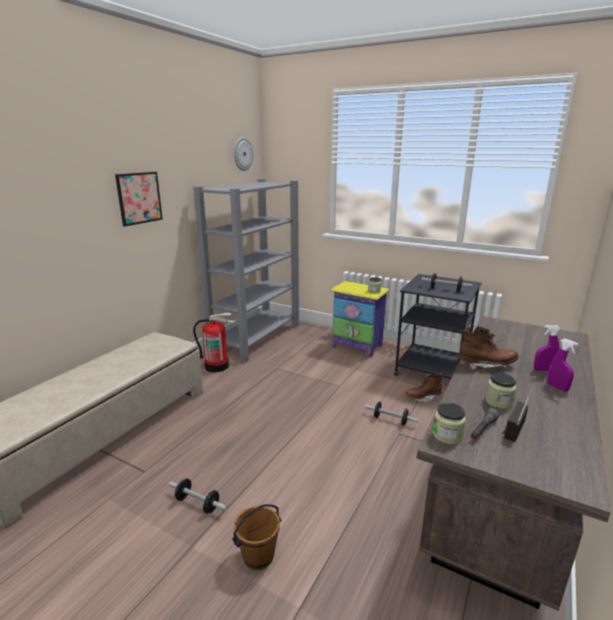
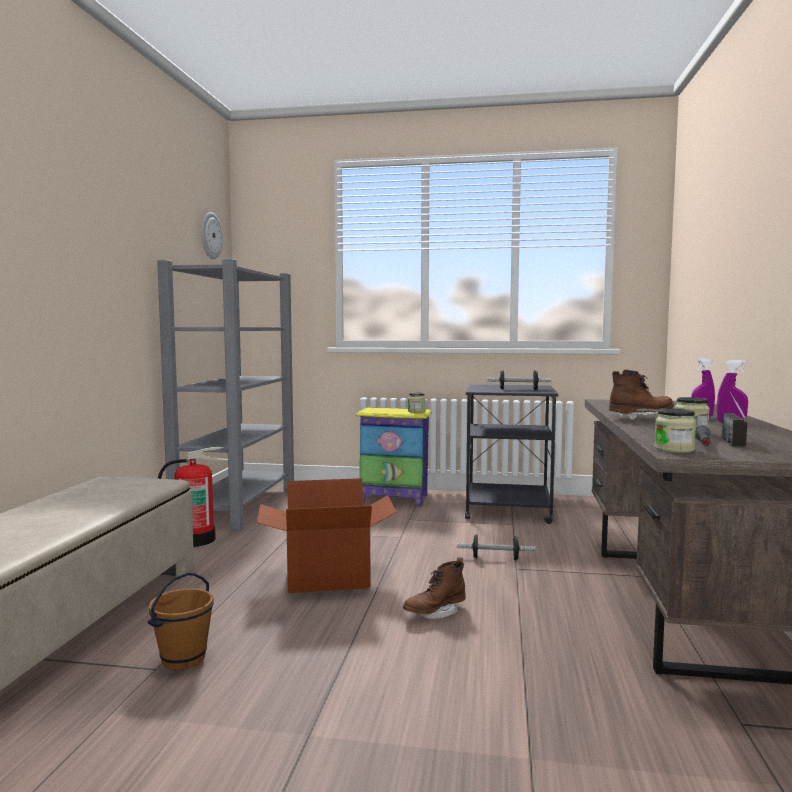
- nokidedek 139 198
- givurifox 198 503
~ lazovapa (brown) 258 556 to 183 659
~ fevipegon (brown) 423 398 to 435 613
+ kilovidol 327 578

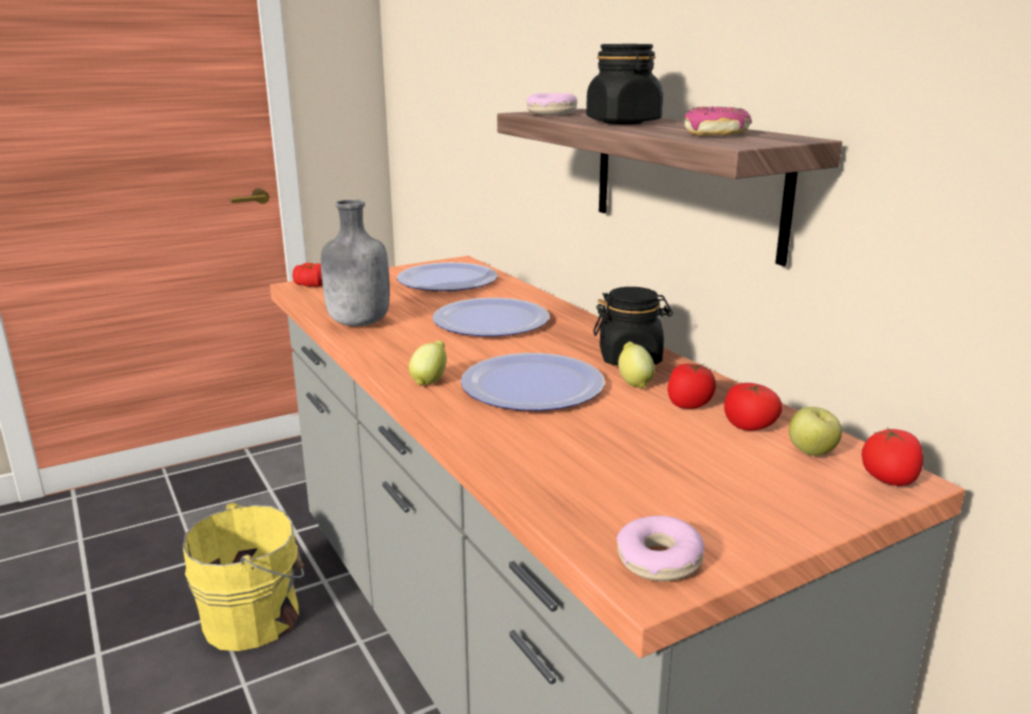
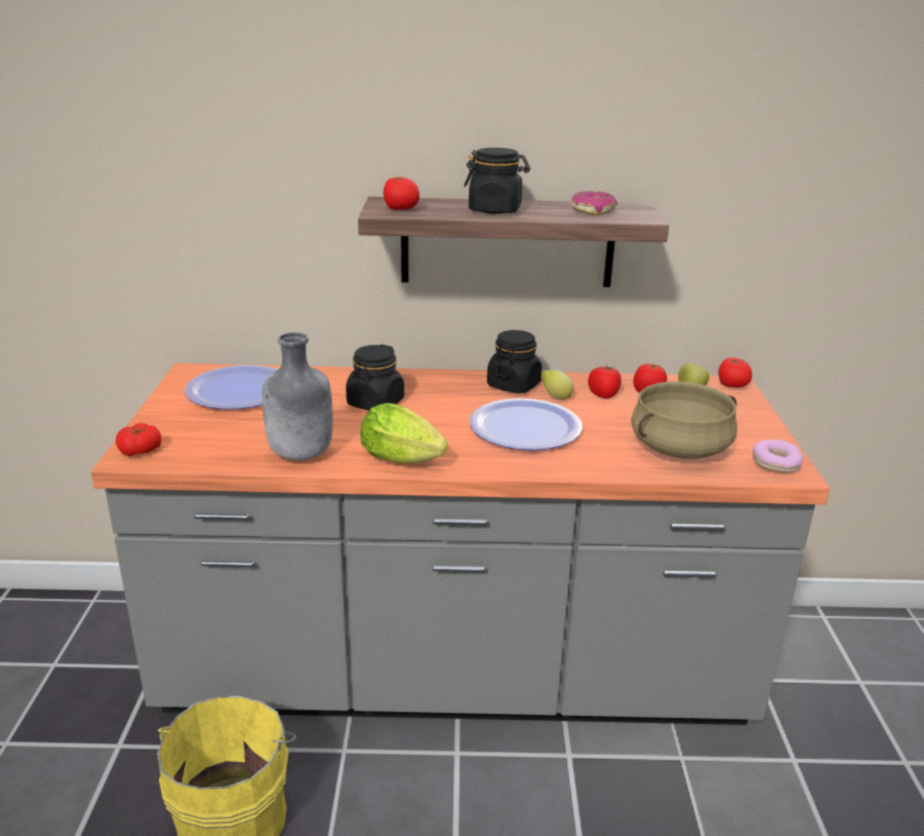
- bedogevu 430 381
~ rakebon 491 320 to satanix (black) 375 403
~ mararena 551 113 to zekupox 400 209
+ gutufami 405 461
+ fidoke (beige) 680 448

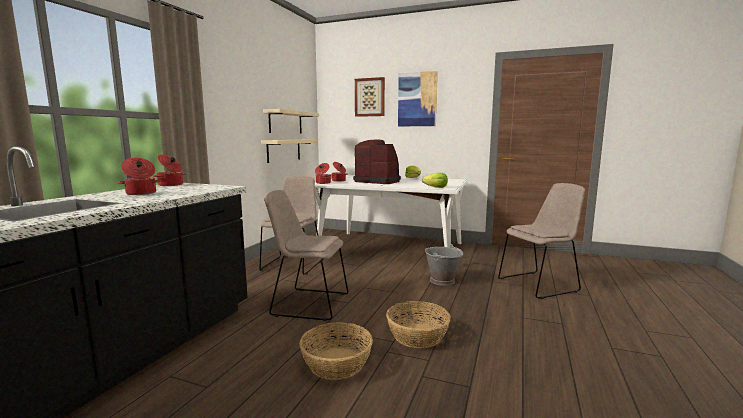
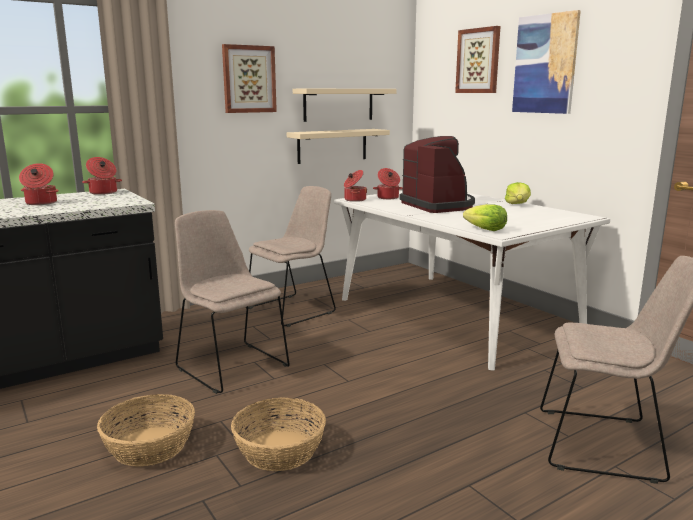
- lazovapa (grey) 442 280
+ nokidedek 249 79

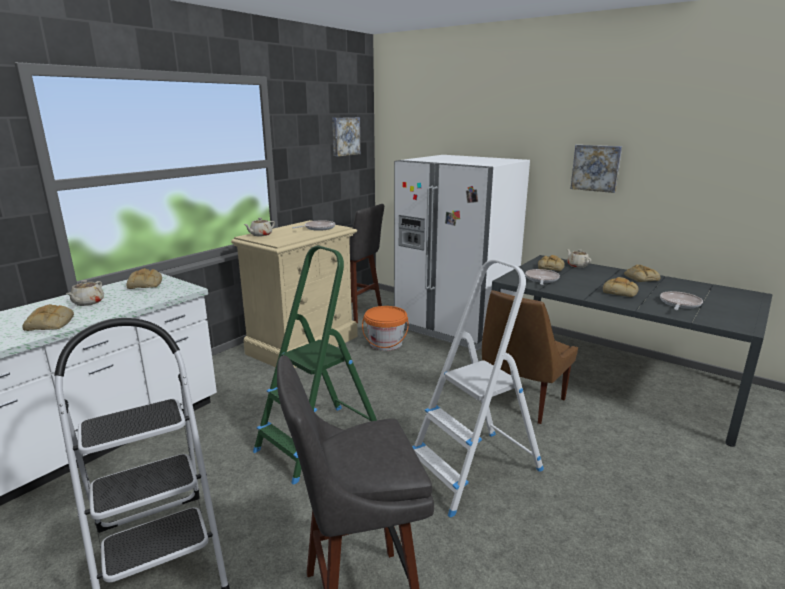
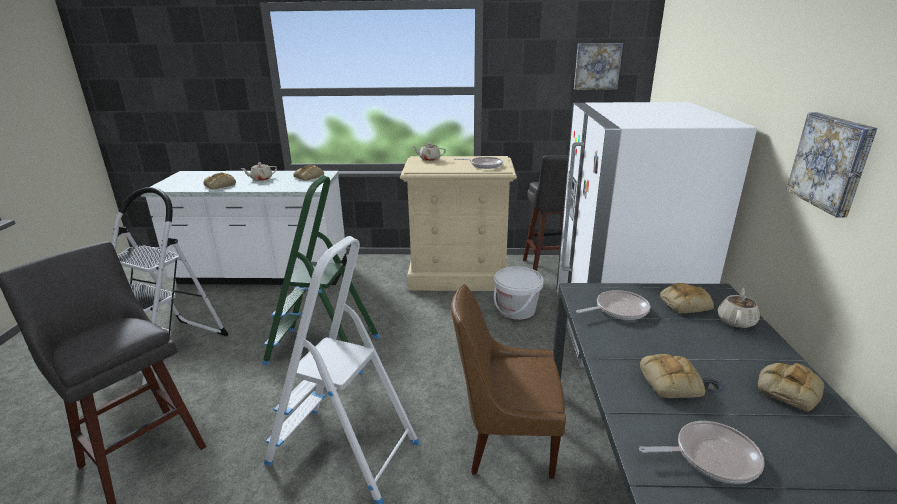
~ lazovapa (orange) 385 343 to lazovapa (white) 516 310

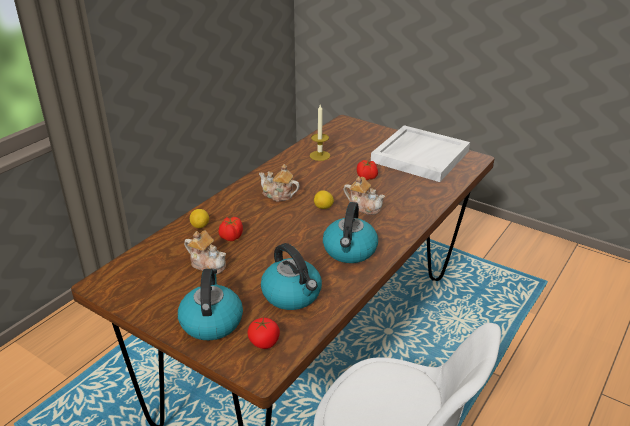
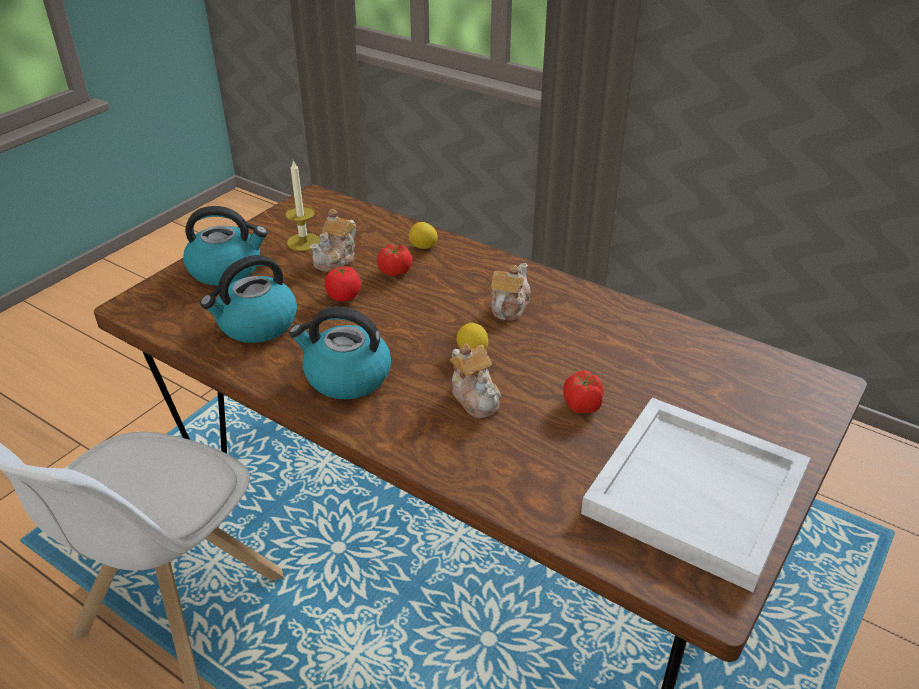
~ zekupox 264 342 to 344 296
~ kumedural 319 155 to 303 242
~ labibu 364 207 = 475 397 60 degrees counterclockwise

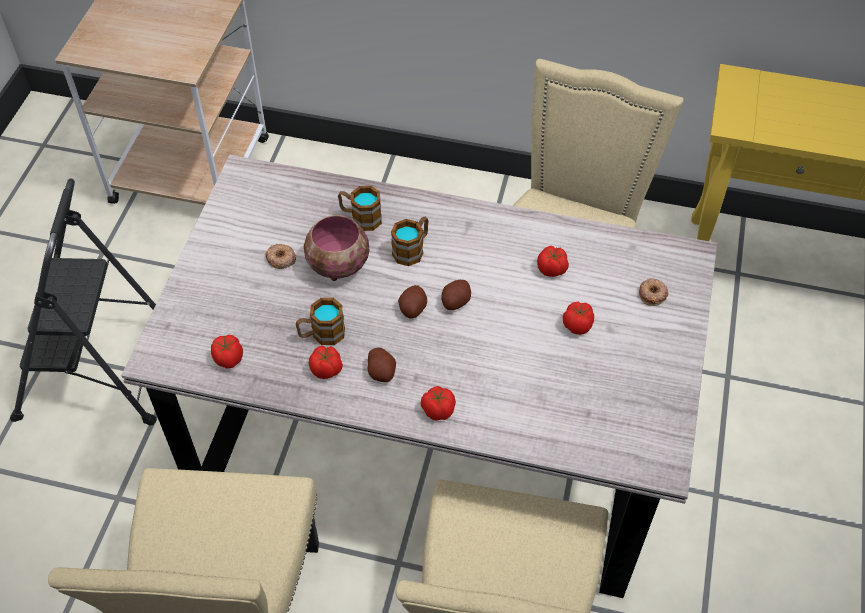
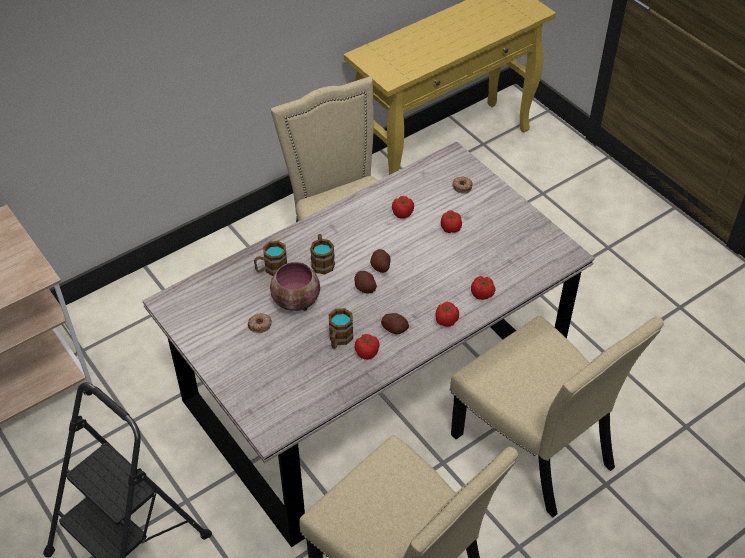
~ zekupox 229 359 to 482 294

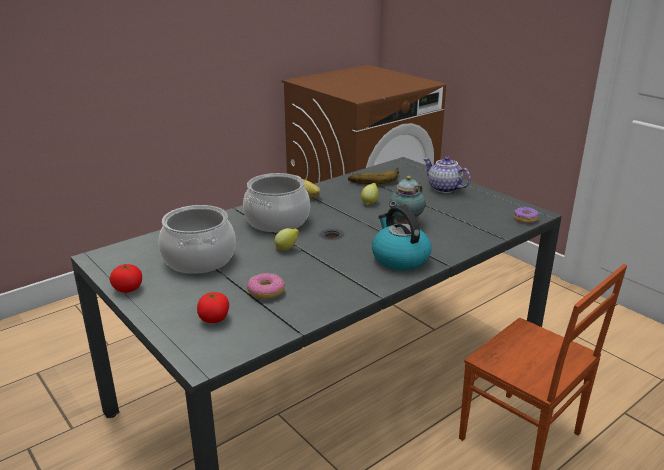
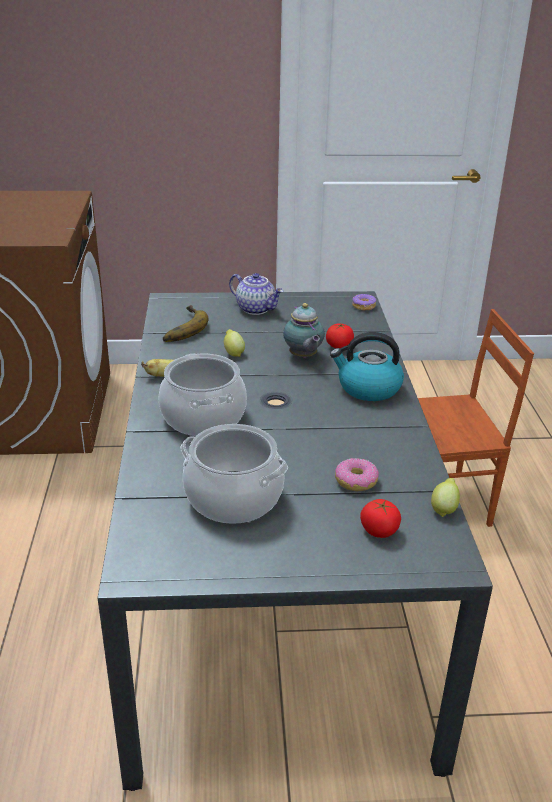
~ zekupox 128 289 to 339 346
~ bedogevu 287 248 to 444 509
~ labibu 443 189 = 256 309 135 degrees counterclockwise

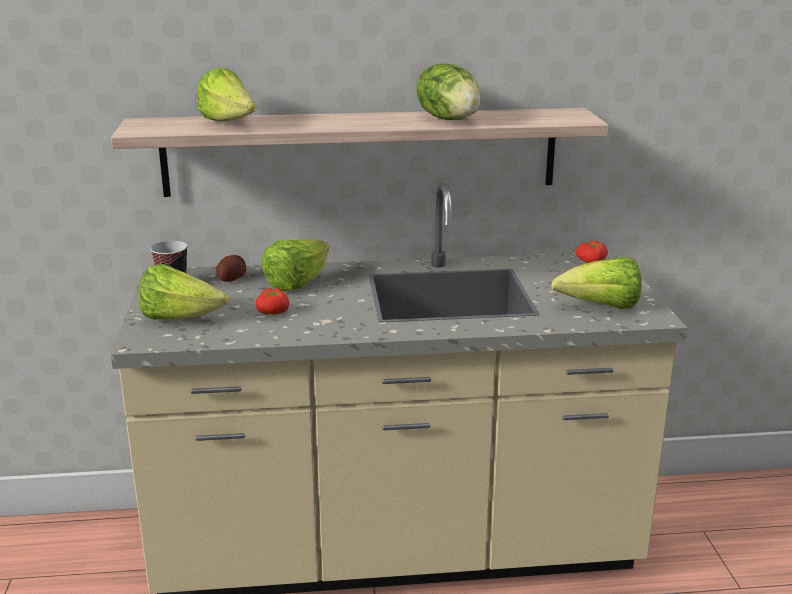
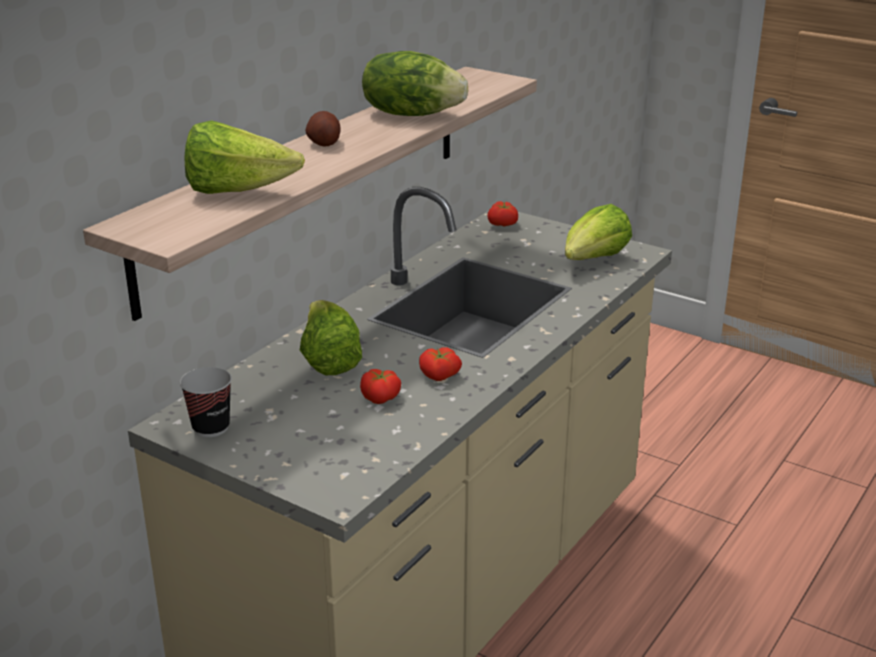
- gutufami 180 318
~ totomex 231 279 to 324 143
+ zekupox 439 376

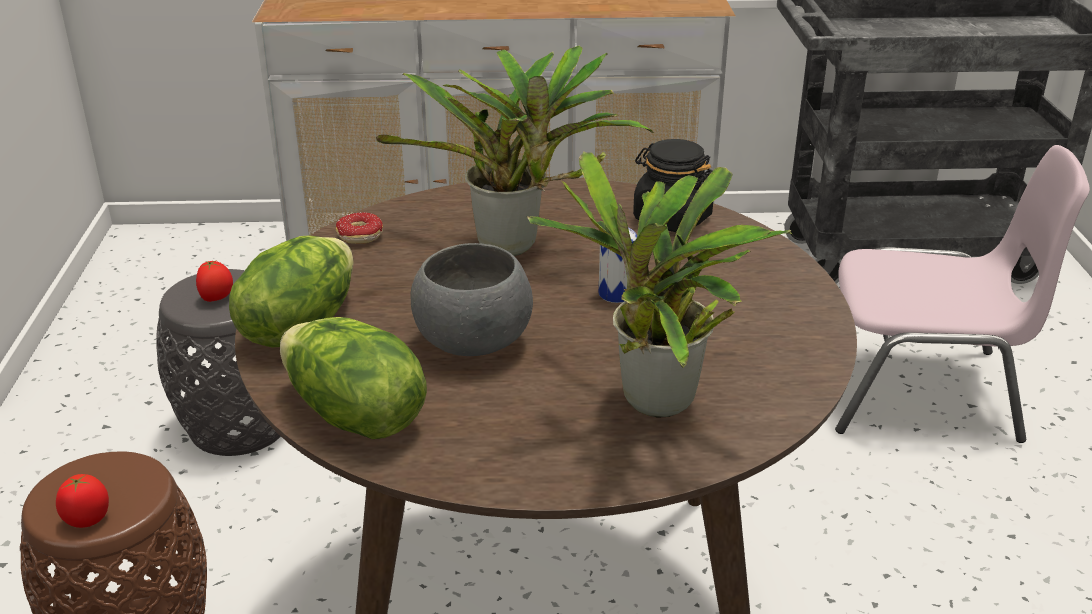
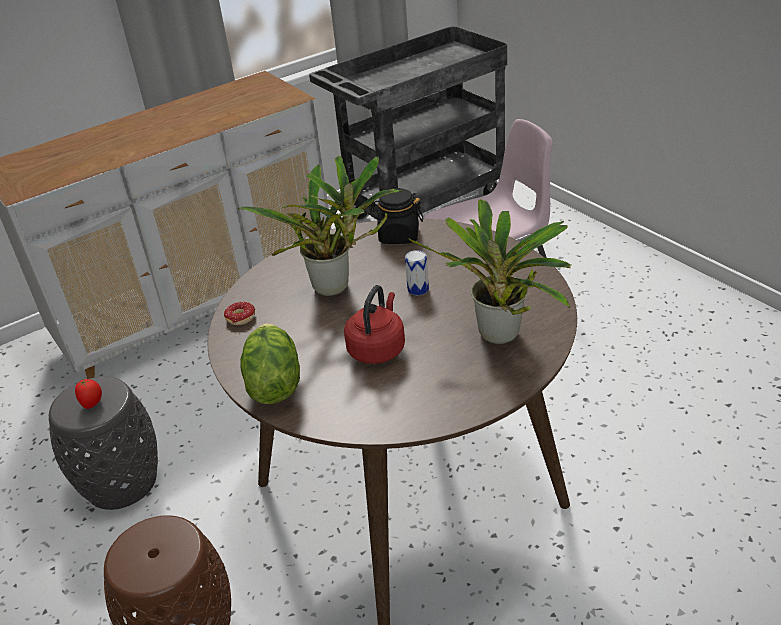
- zekupox 87 520
- gutufami 353 416
~ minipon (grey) 472 343 to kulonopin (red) 377 349

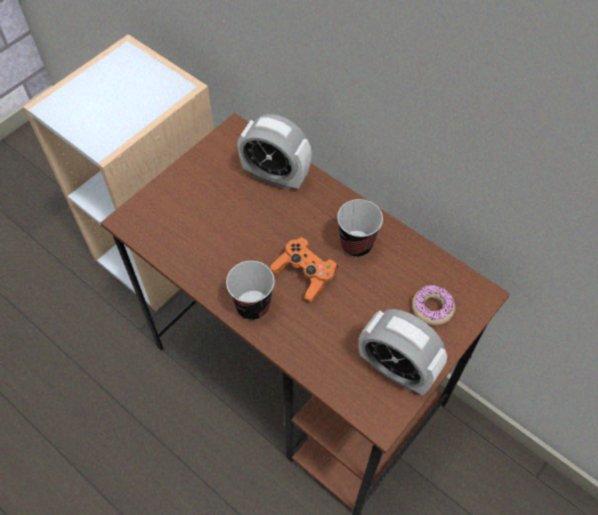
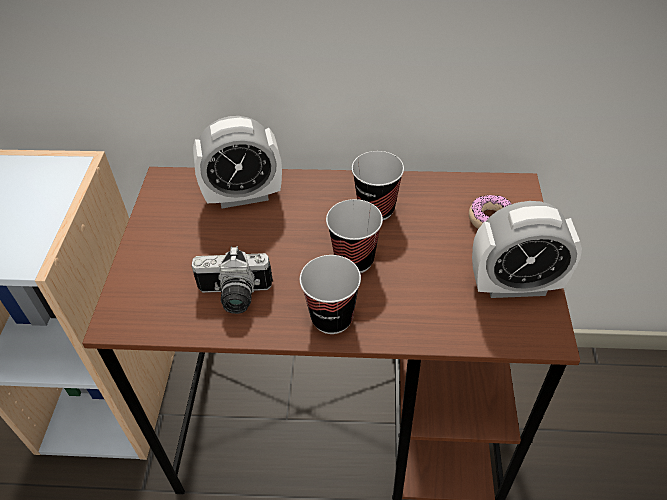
~ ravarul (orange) 304 274 to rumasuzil 354 260
+ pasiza 234 297

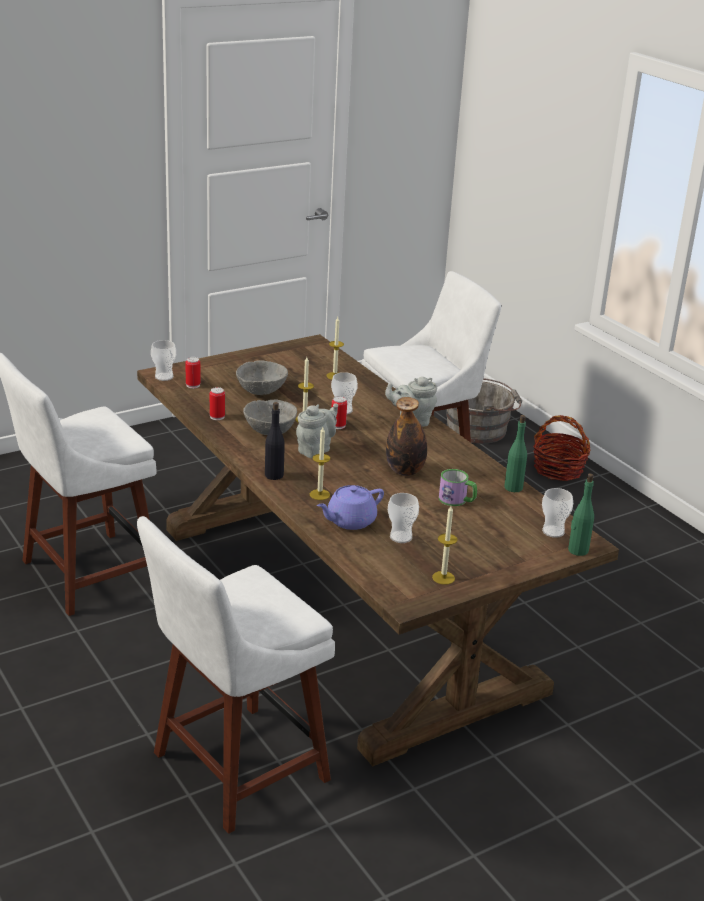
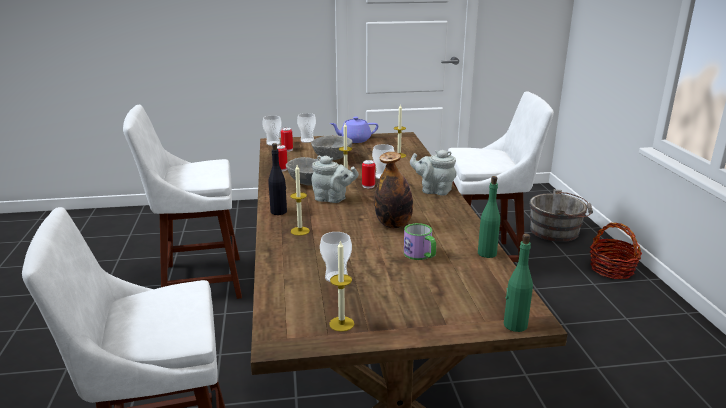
~ labibu (grey) 316 449 = 332 199 45 degrees clockwise
~ labibu (purple) 350 521 to 354 140
~ rumasuzil 553 531 to 307 140

